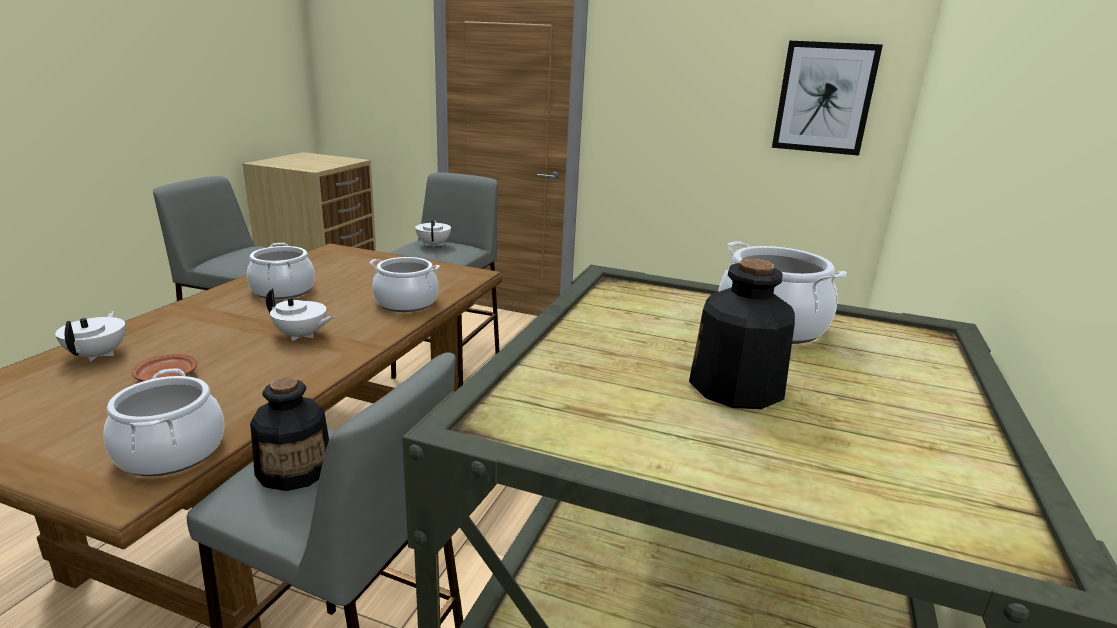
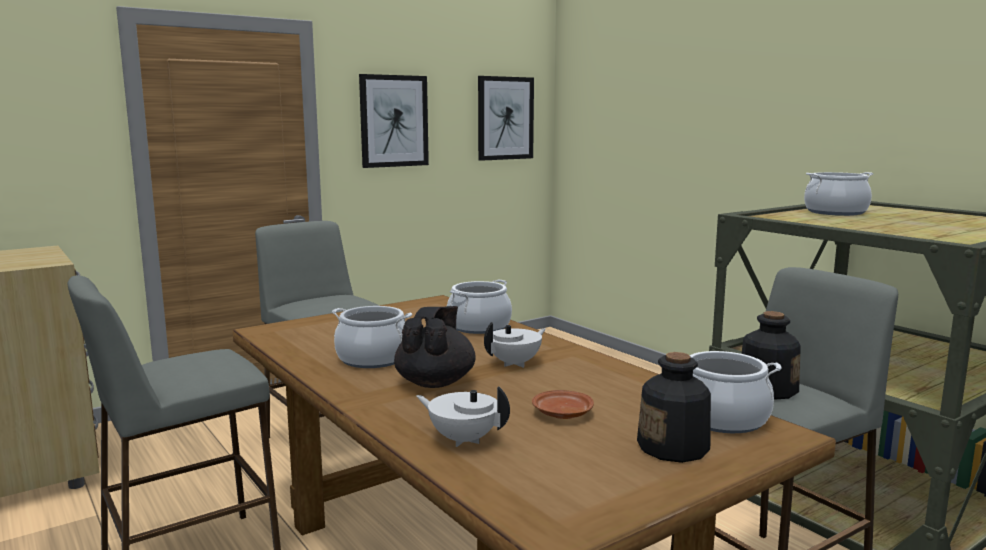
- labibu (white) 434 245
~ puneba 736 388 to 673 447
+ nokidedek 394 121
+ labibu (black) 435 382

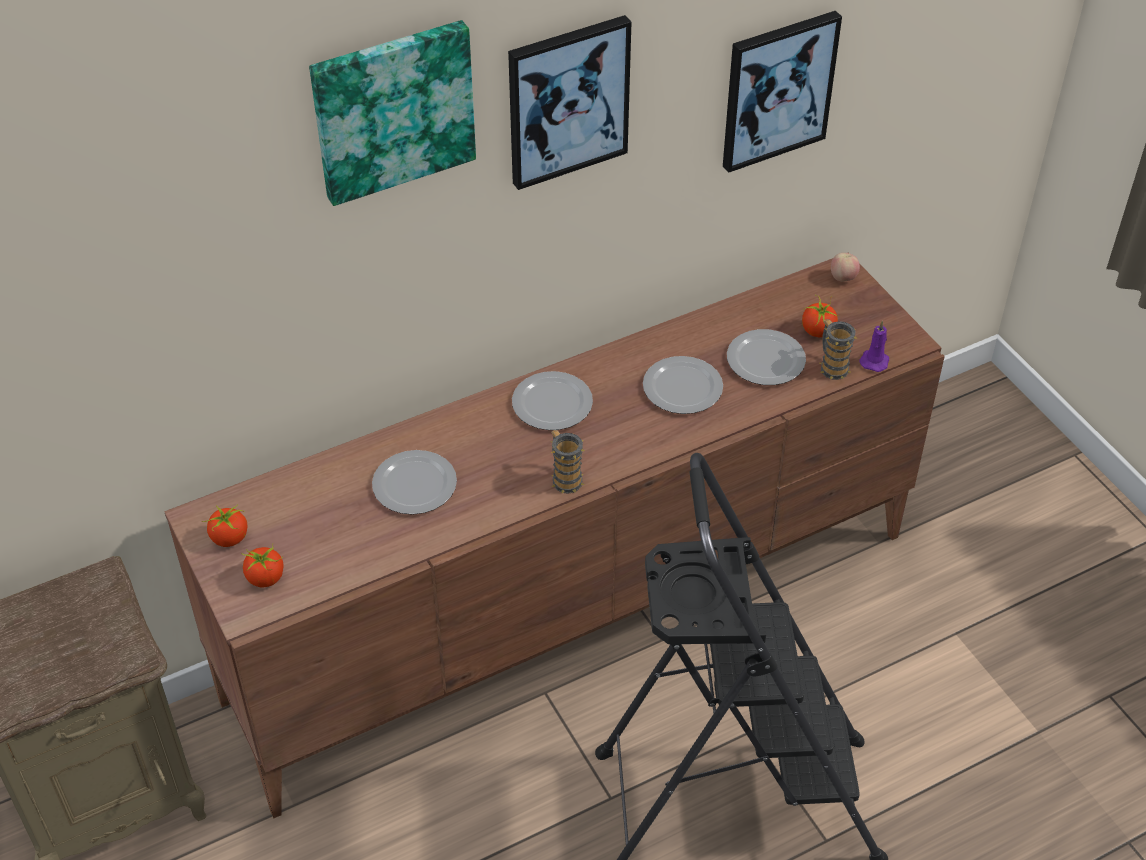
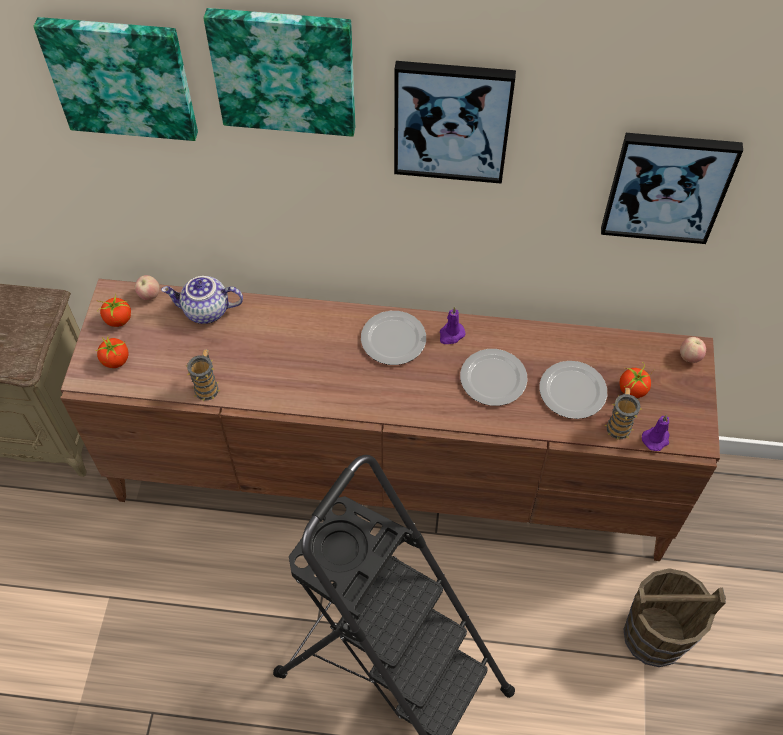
- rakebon 415 484
~ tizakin 564 478 to 207 386
+ nokidedek 122 76
+ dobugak 149 295
+ labibu 206 311
+ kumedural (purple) 451 334
+ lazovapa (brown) 655 636

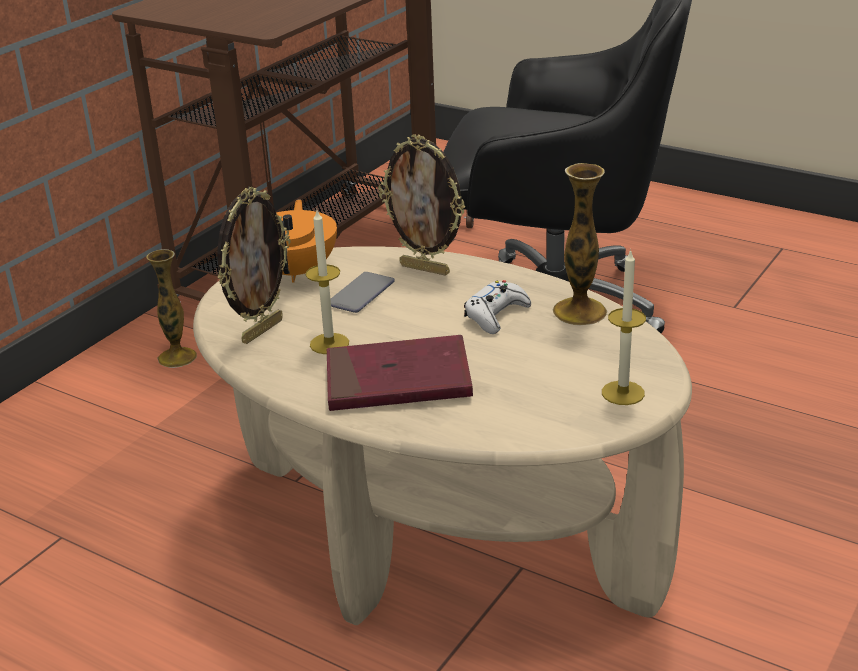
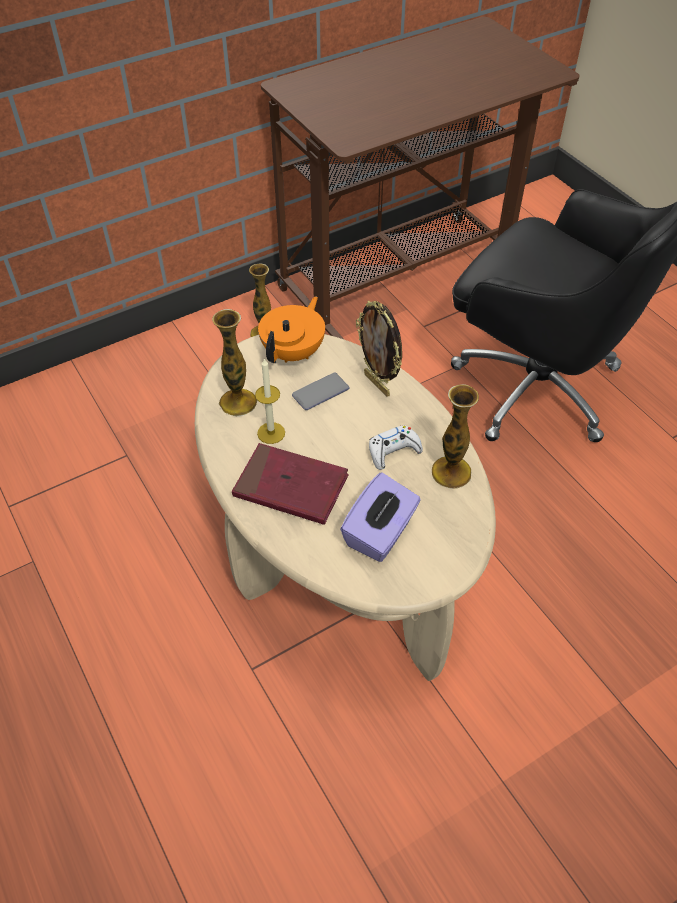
~ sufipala 261 330 to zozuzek 238 402
- kumedural 623 393
+ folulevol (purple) 380 533

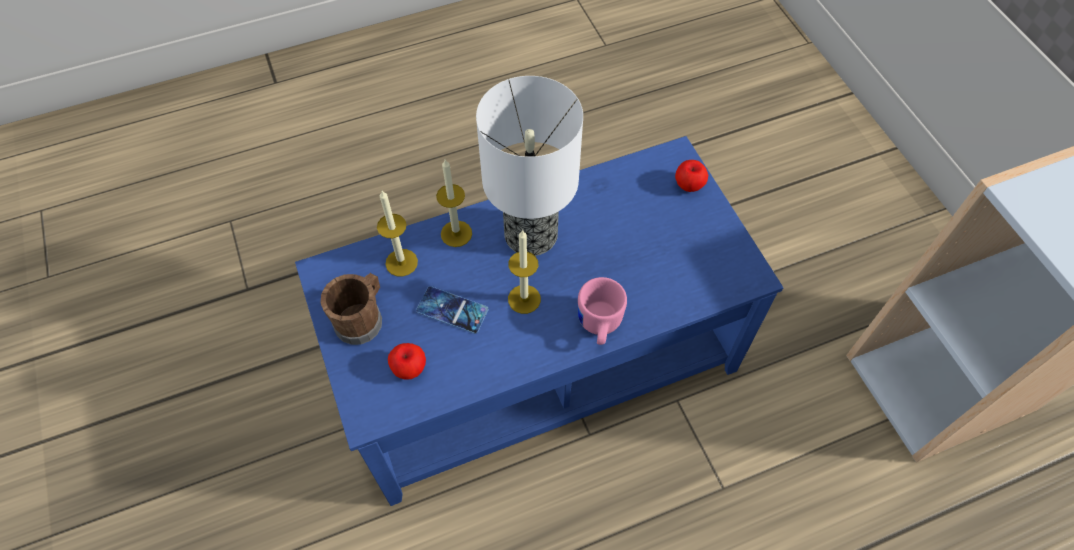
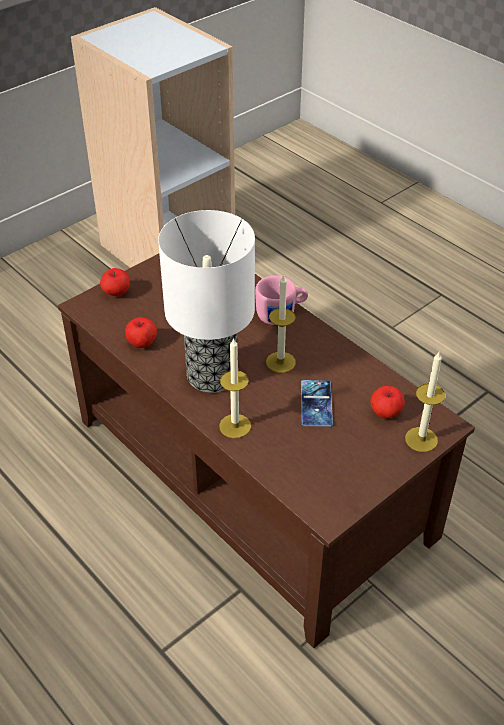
~ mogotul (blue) 537 361 to mogotul (brown) 254 475
- tizakin (brown) 362 319
~ kumedural 401 262 to 421 439
+ dobugak 142 343

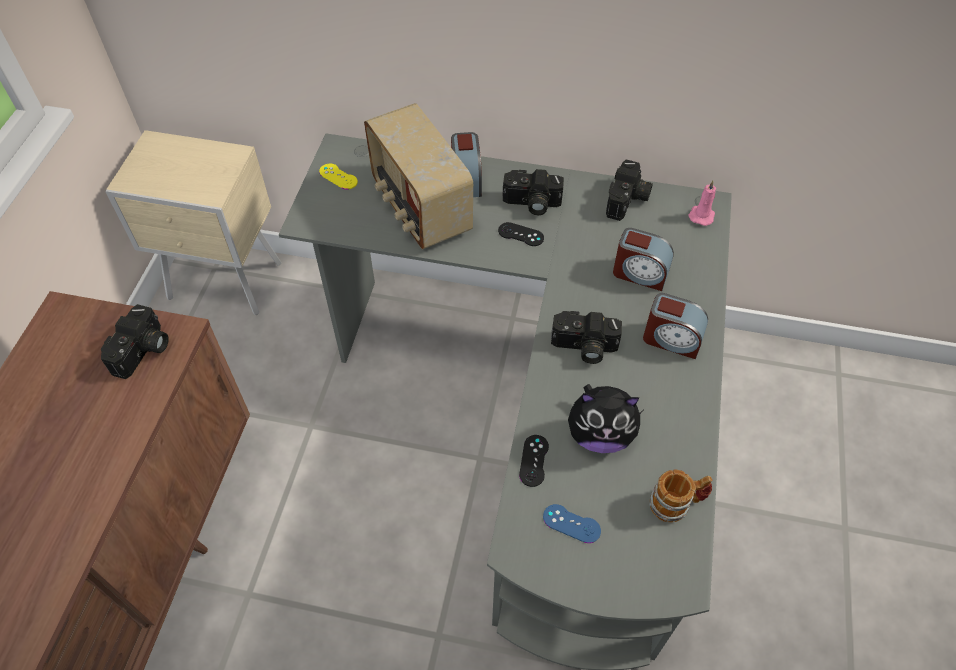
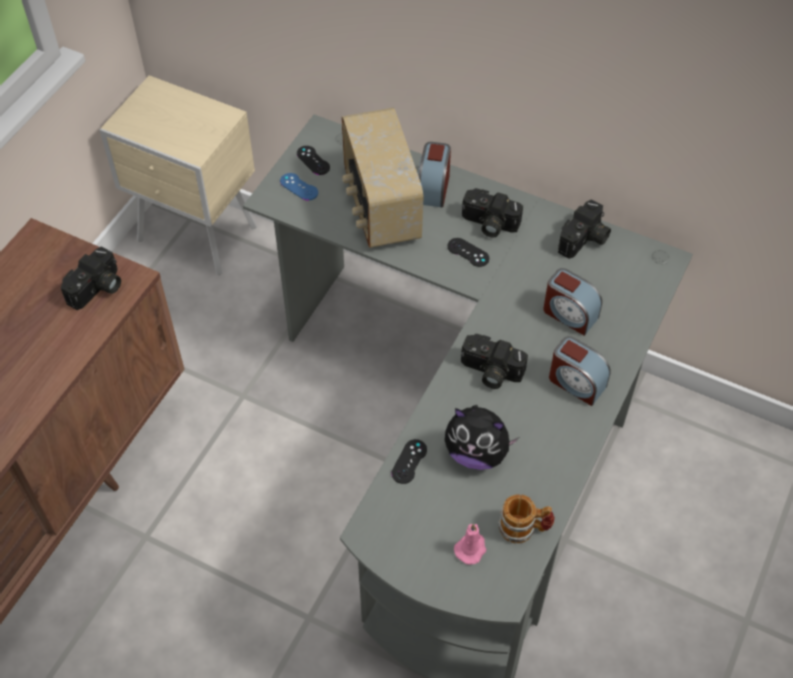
~ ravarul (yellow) 338 176 to ravarul (black) 313 160
~ ravarul (blue) 571 523 to 299 187
~ kumedural (pink) 701 215 to 471 548

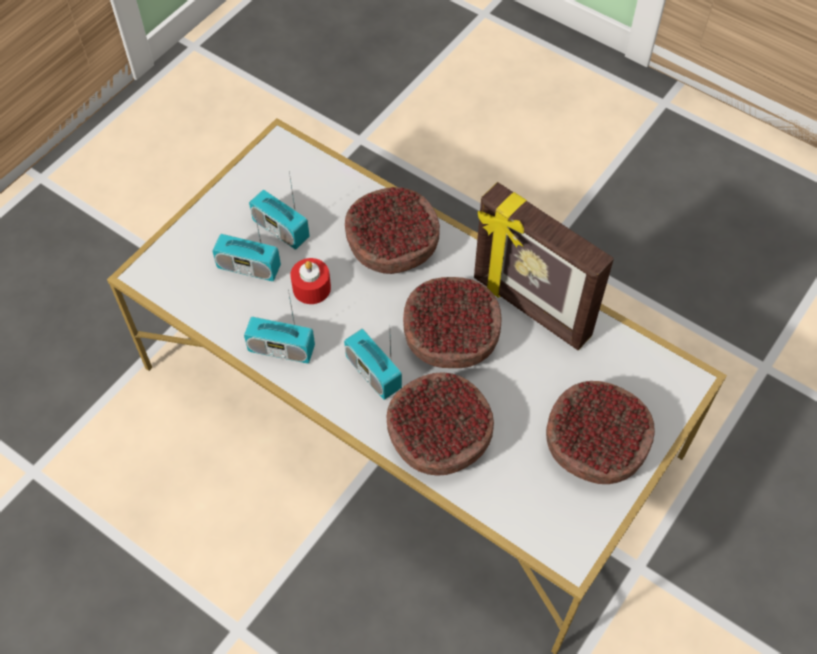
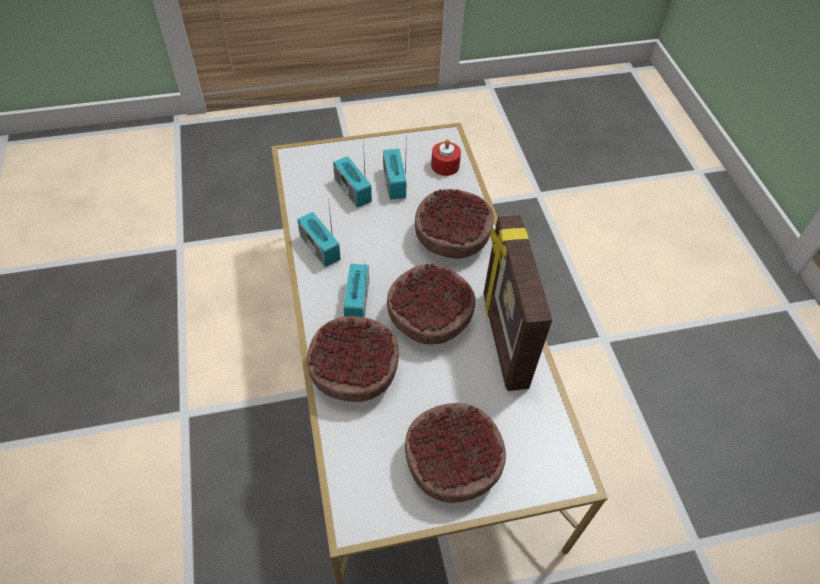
~ kumedural (red) 311 288 to 445 165

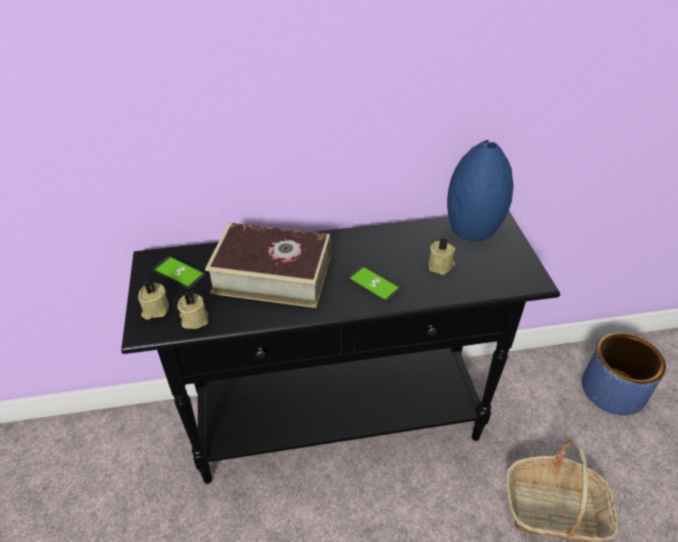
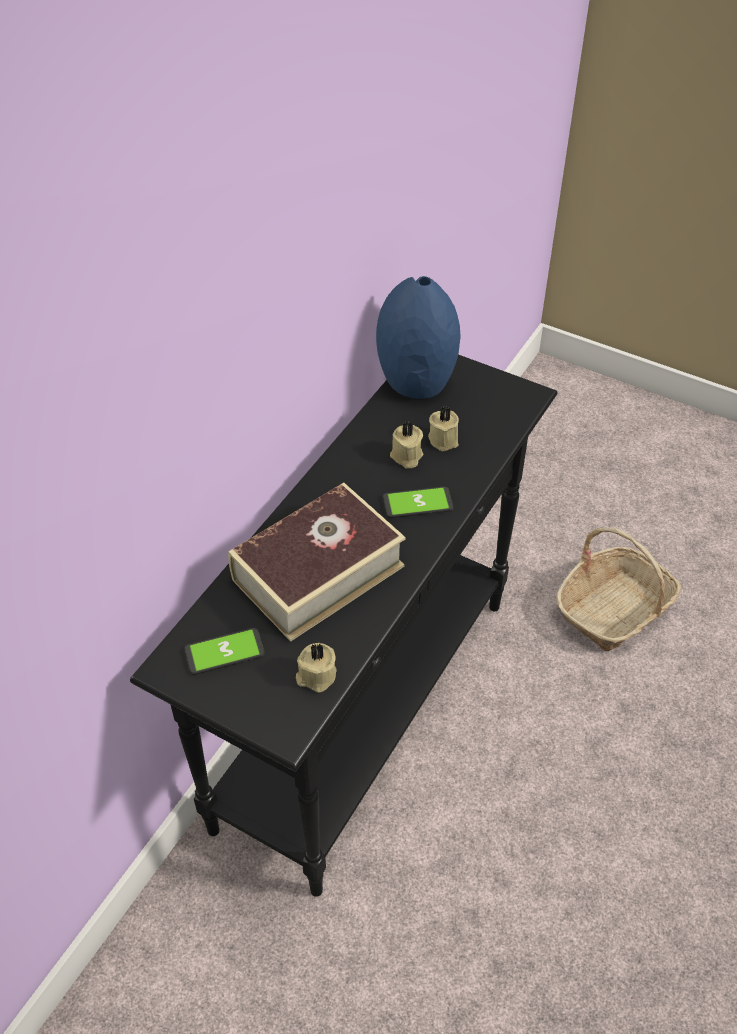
~ kumedural (beige) 155 309 to 406 457
- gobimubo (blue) 612 391

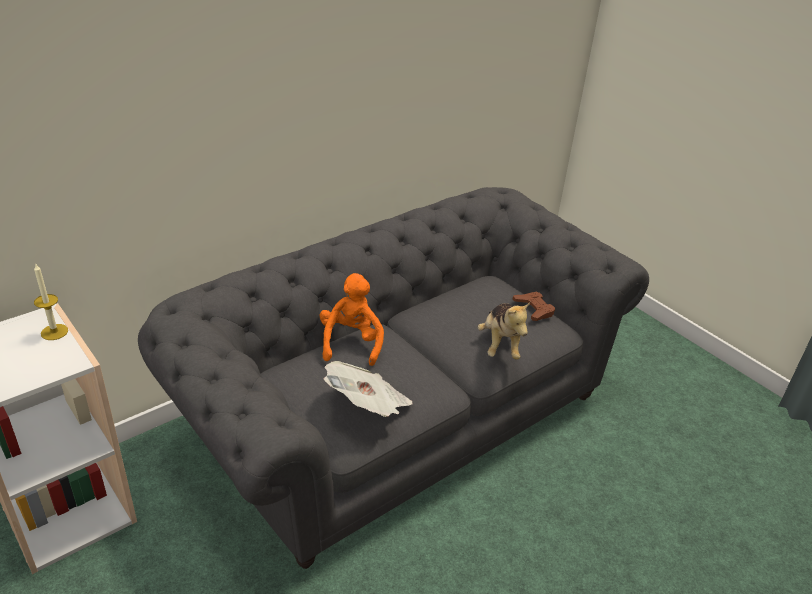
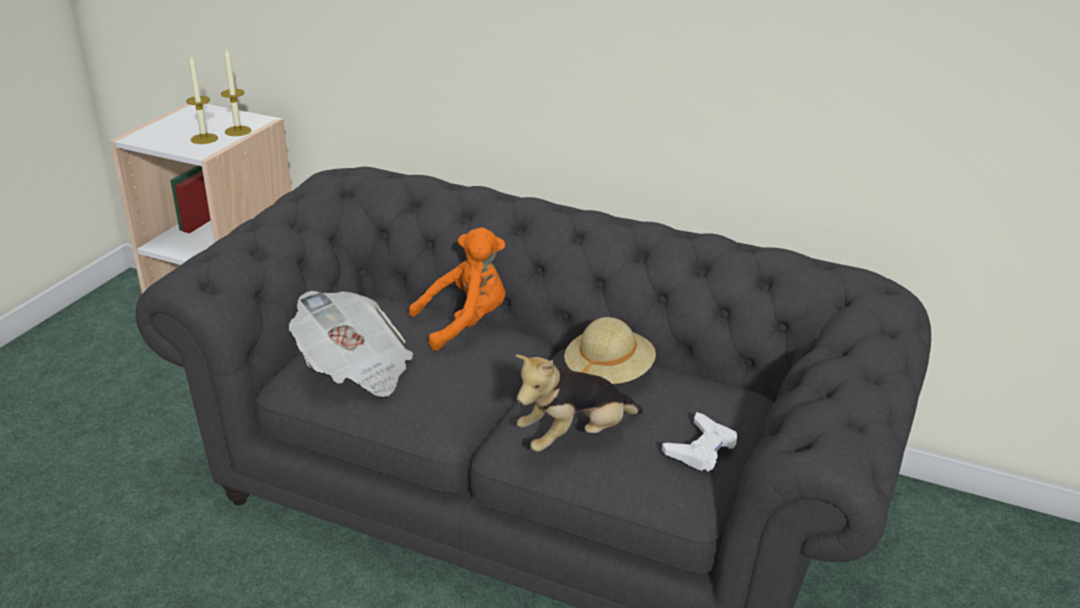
~ ravarul (brown) 534 309 to ravarul (white) 701 449
+ kumedural 204 139
+ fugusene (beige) 608 373

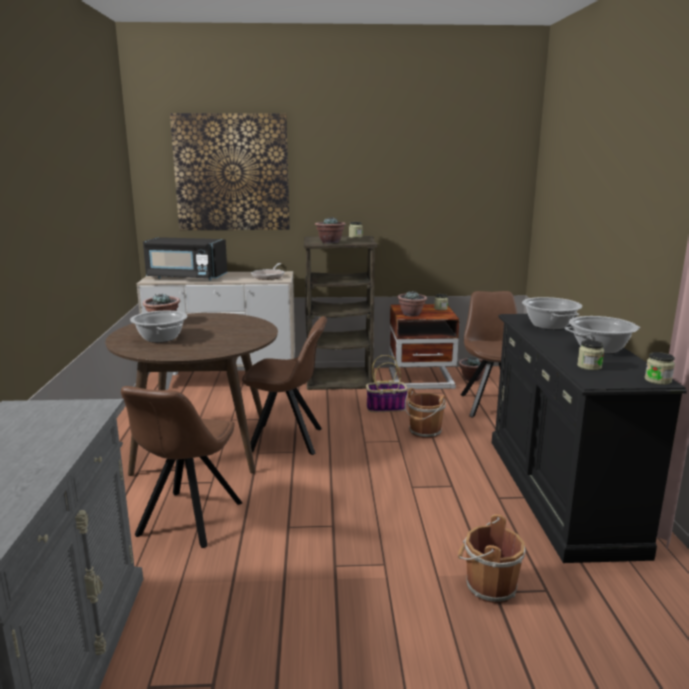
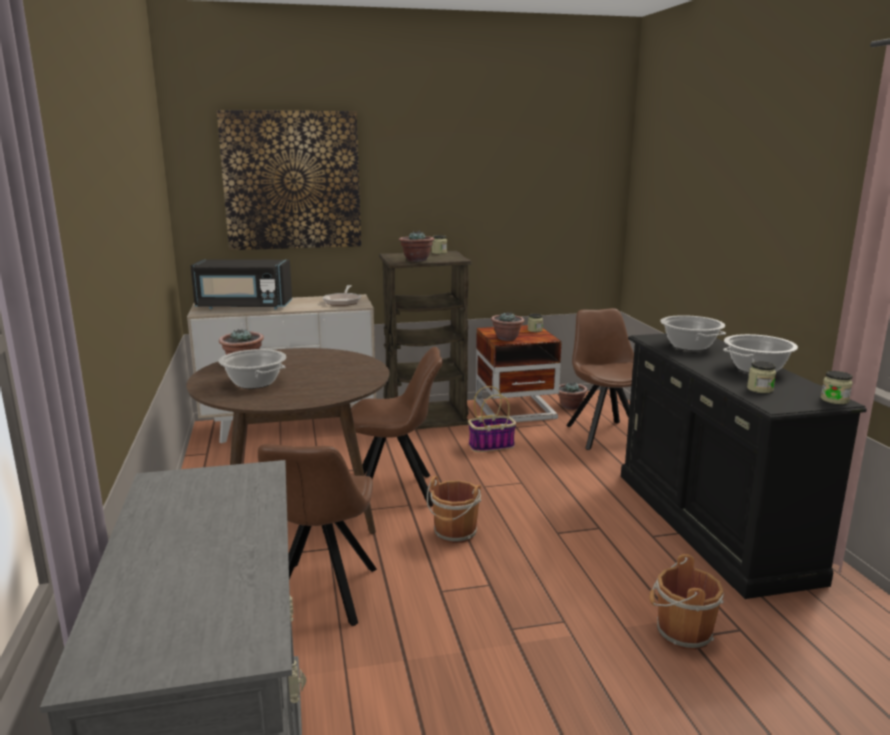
~ lazovapa (brown) 424 432 to 454 533

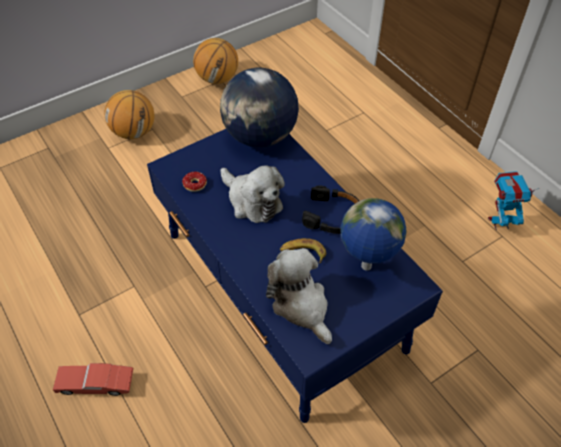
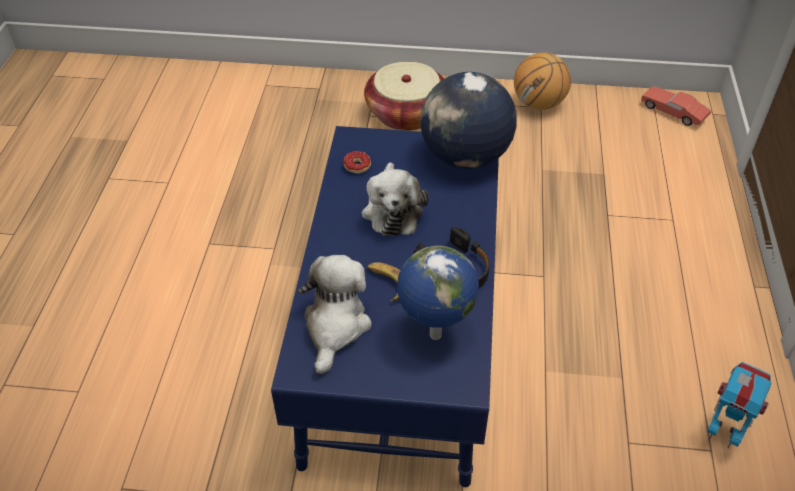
~ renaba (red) 96 384 to 673 112
~ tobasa 134 132 to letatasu 406 114

